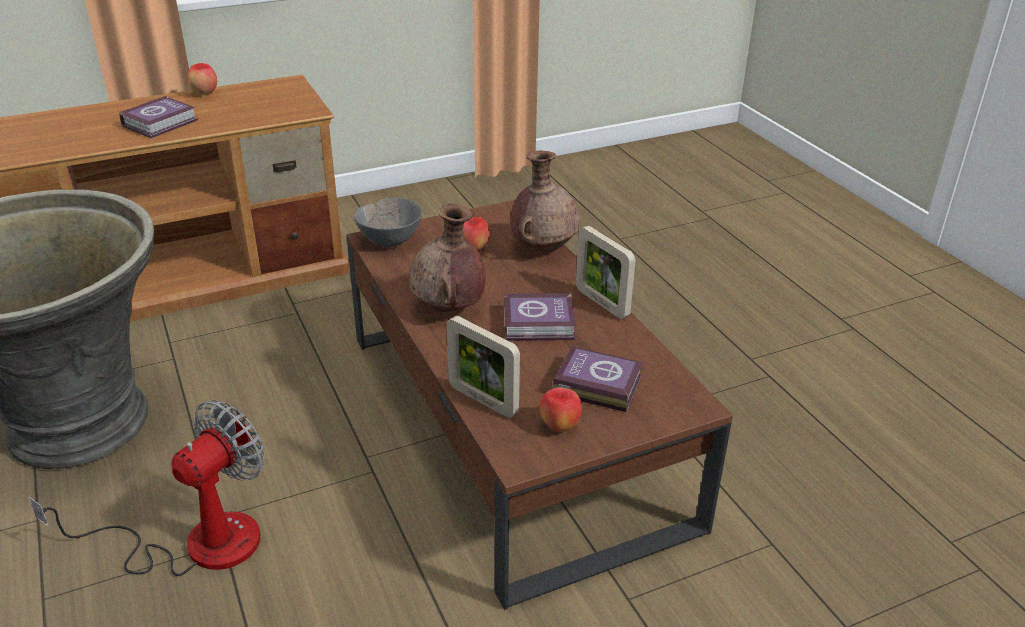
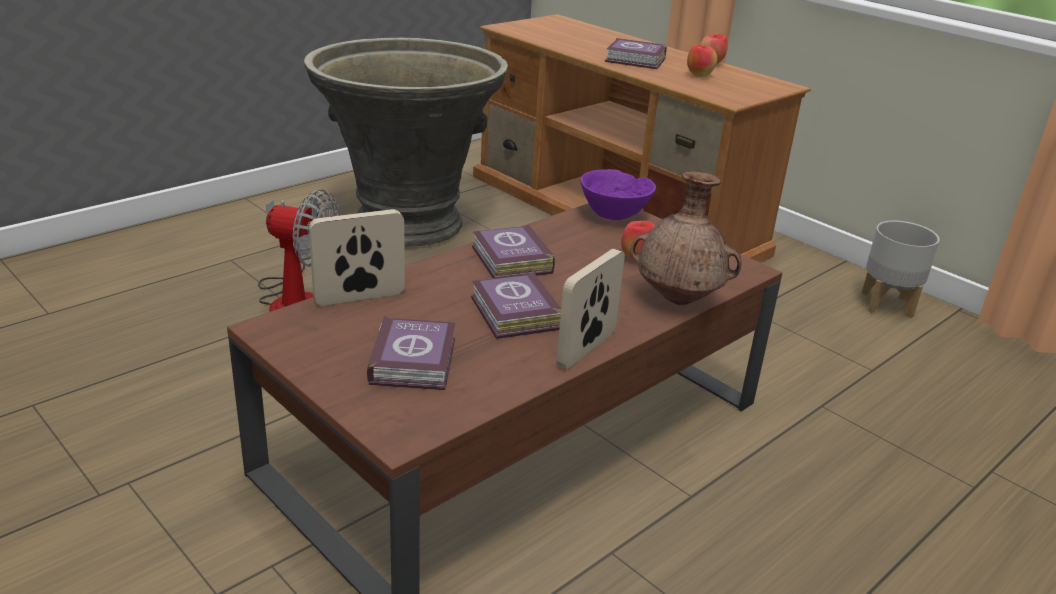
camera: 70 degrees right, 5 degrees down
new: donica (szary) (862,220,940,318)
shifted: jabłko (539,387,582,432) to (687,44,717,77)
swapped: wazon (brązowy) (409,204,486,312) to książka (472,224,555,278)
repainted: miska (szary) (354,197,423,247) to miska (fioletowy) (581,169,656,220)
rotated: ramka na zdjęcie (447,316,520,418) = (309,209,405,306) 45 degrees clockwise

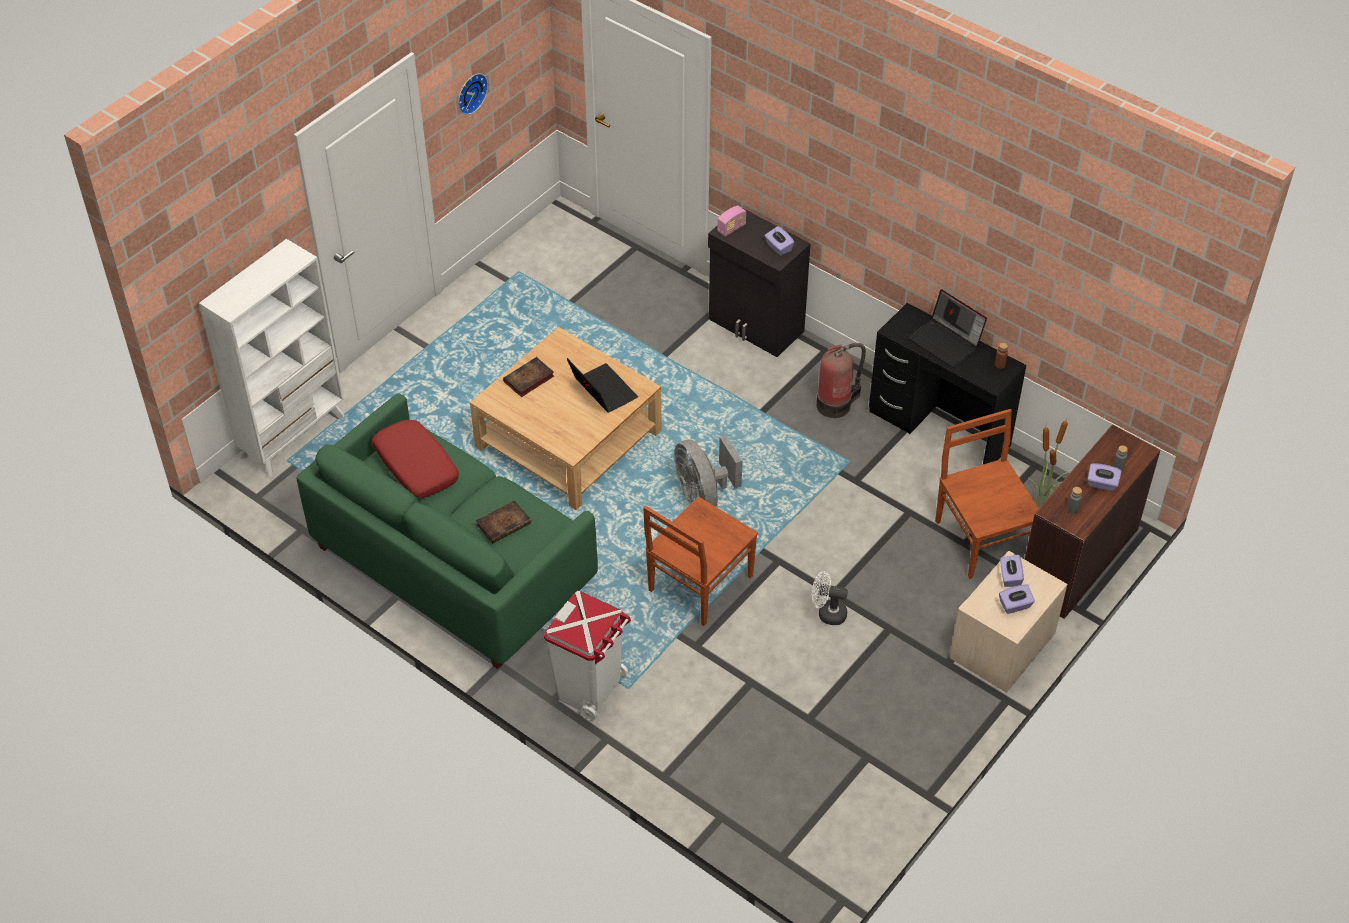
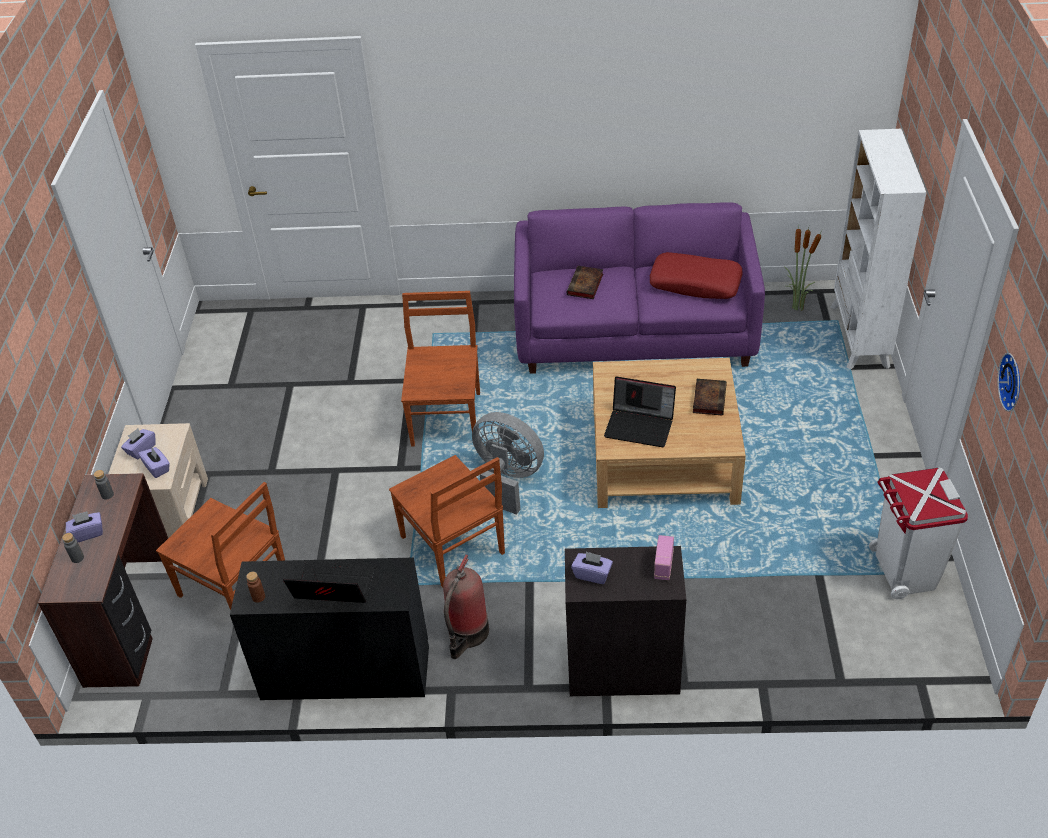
camera: 145 degrees right, 5 degrees down
gone: wentylator (biały) (812,571,848,625)
new: krzesło (brązowy) (389,455,505,587)
shifted: roślina doniczkowa (1028,416,1070,507) to (784,227,821,311); kosz na śmieci (biały) (544,591,631,720) to (869,468,968,599)
repainted: kanapa (zielony) (297,394,598,669) to kanapa (fioletowy) (514,202,765,374)

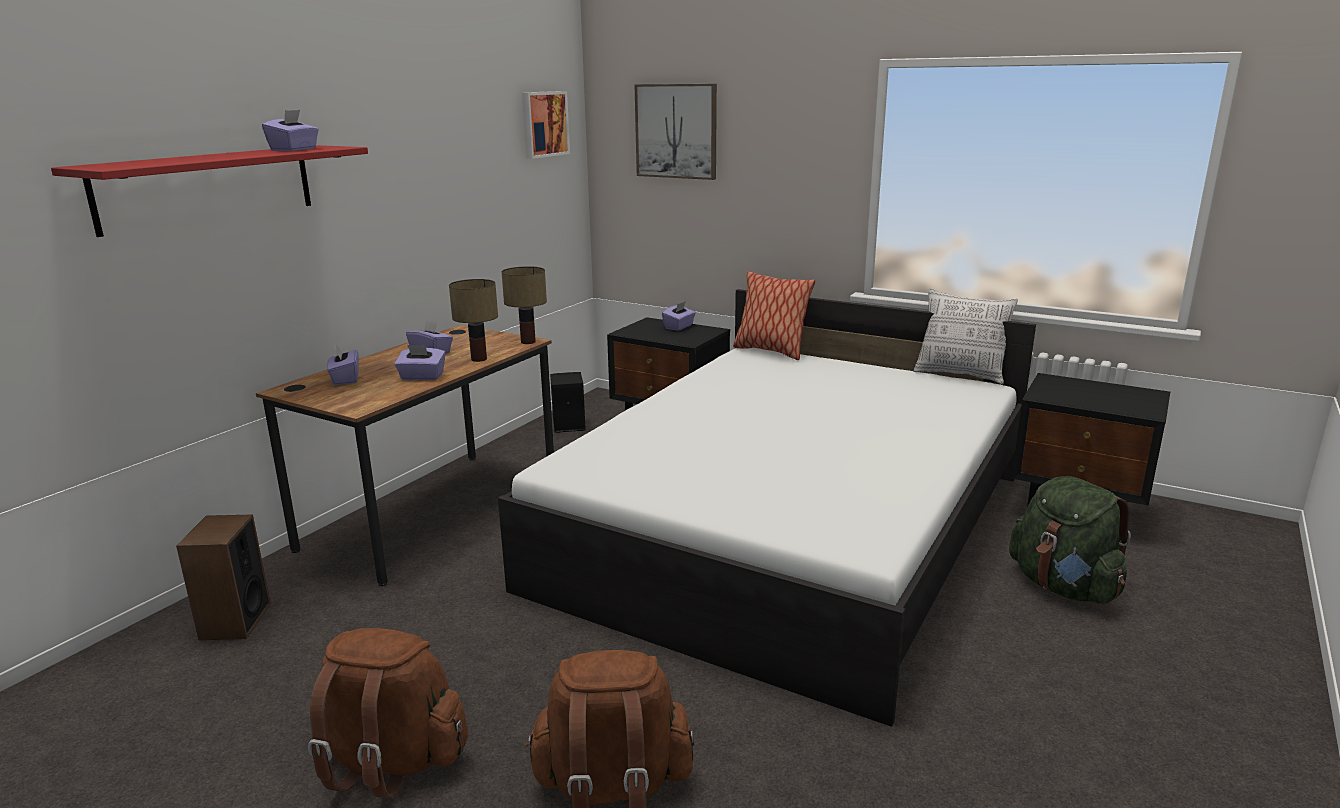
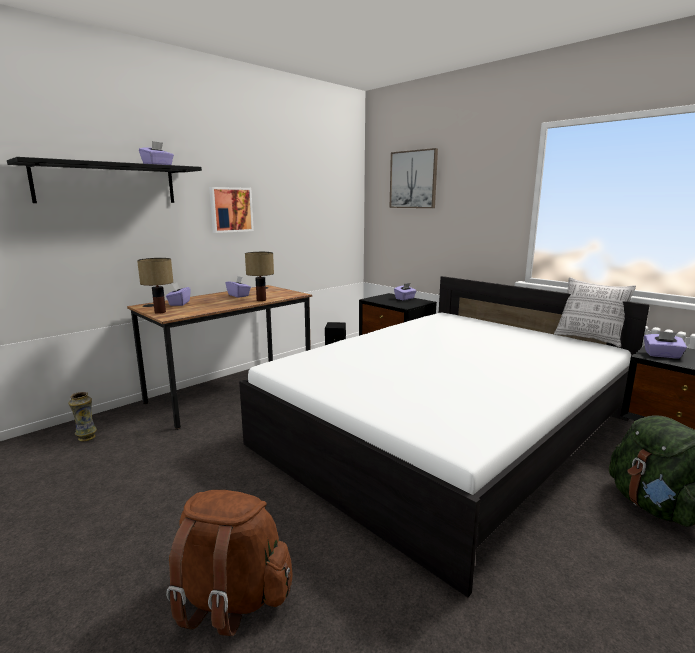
camera: 15 degrees right, 5 degrees down
gone: poduszka (733,271,815,360); plecak (brązowy) (308,628,468,798)
shifted: obraz (522,91,570,159) to (209,187,254,233); lampa stołowa (502,266,547,344) to (137,258,173,314); pudełko chusteczek (fioletowy) (394,345,446,380) to (644,331,687,359)
swapped: głośnik (176,514,271,640) to wazon (68,392,97,441)
repainted: półka (czerwony) (51,145,368,237) to półka (czarny) (7,157,202,203)

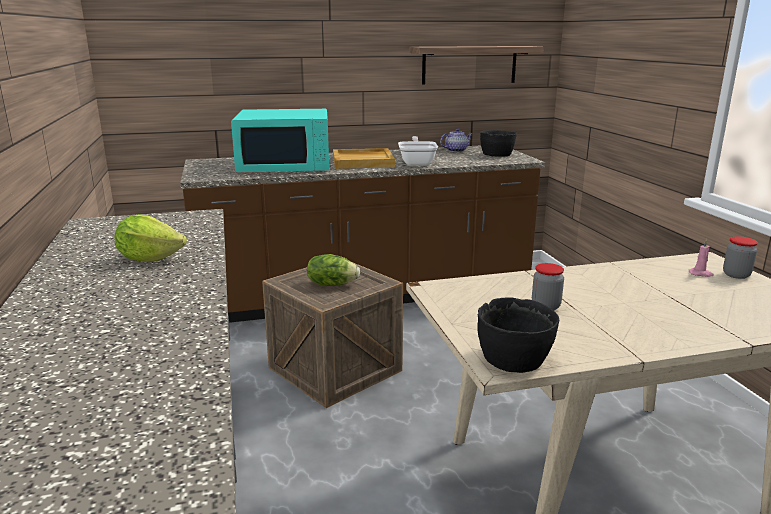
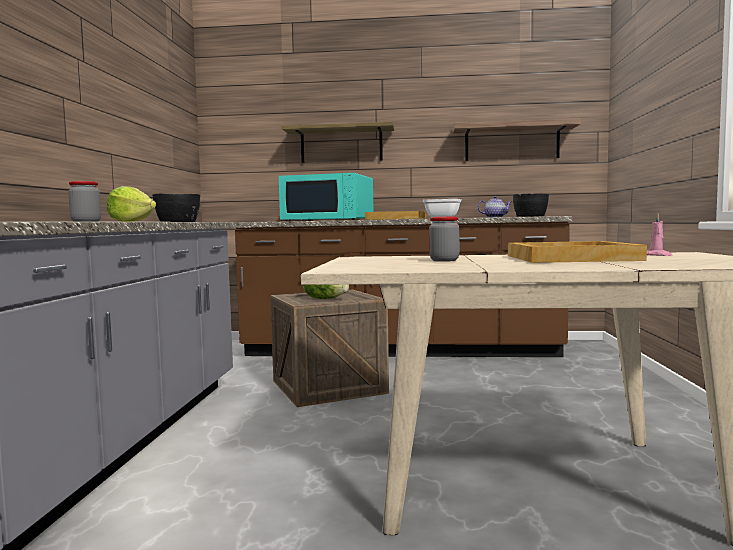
camera: 20 degrees right, 15 degrees down
new: półka (282,122,394,163); taca (beżowy) (508,241,647,263)
shifted: słoik (723,236,758,279) to (68,181,101,222); miska (czarny) (477,297,559,373) to (152,193,200,222)

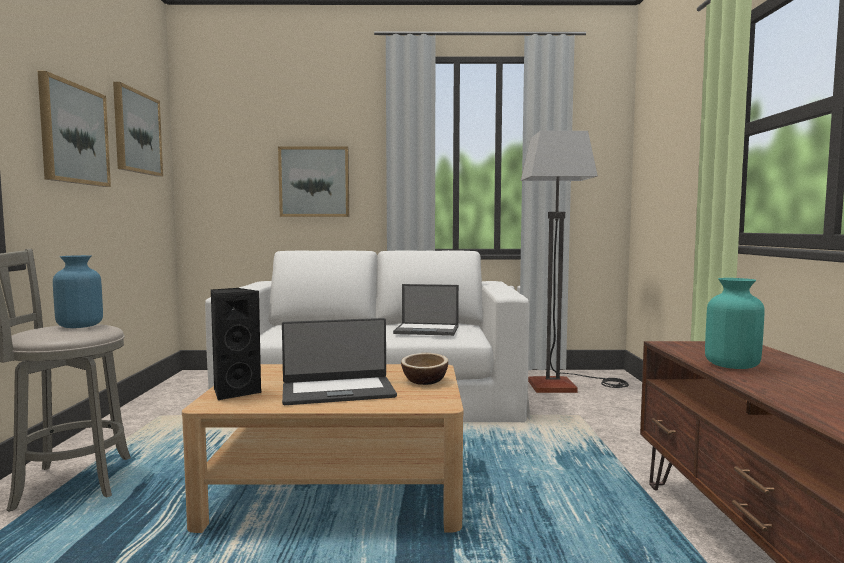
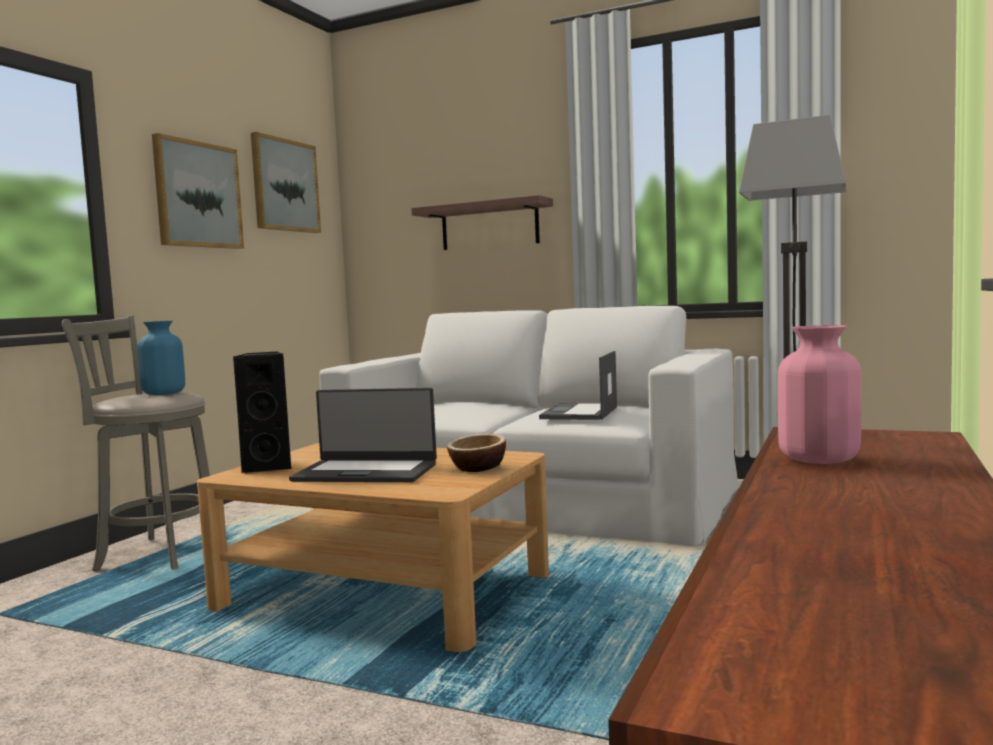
camera: 25 degrees right, 0 degrees up
swapped: obraz (278,147,349,217) to półka (411,195,553,250)
repainted: wazon (turkusowy) (705,278,765,369) to wazon (różowy) (778,325,862,464)
rotated: laptop (393,284,459,336) = (539,351,617,420) 75 degrees clockwise

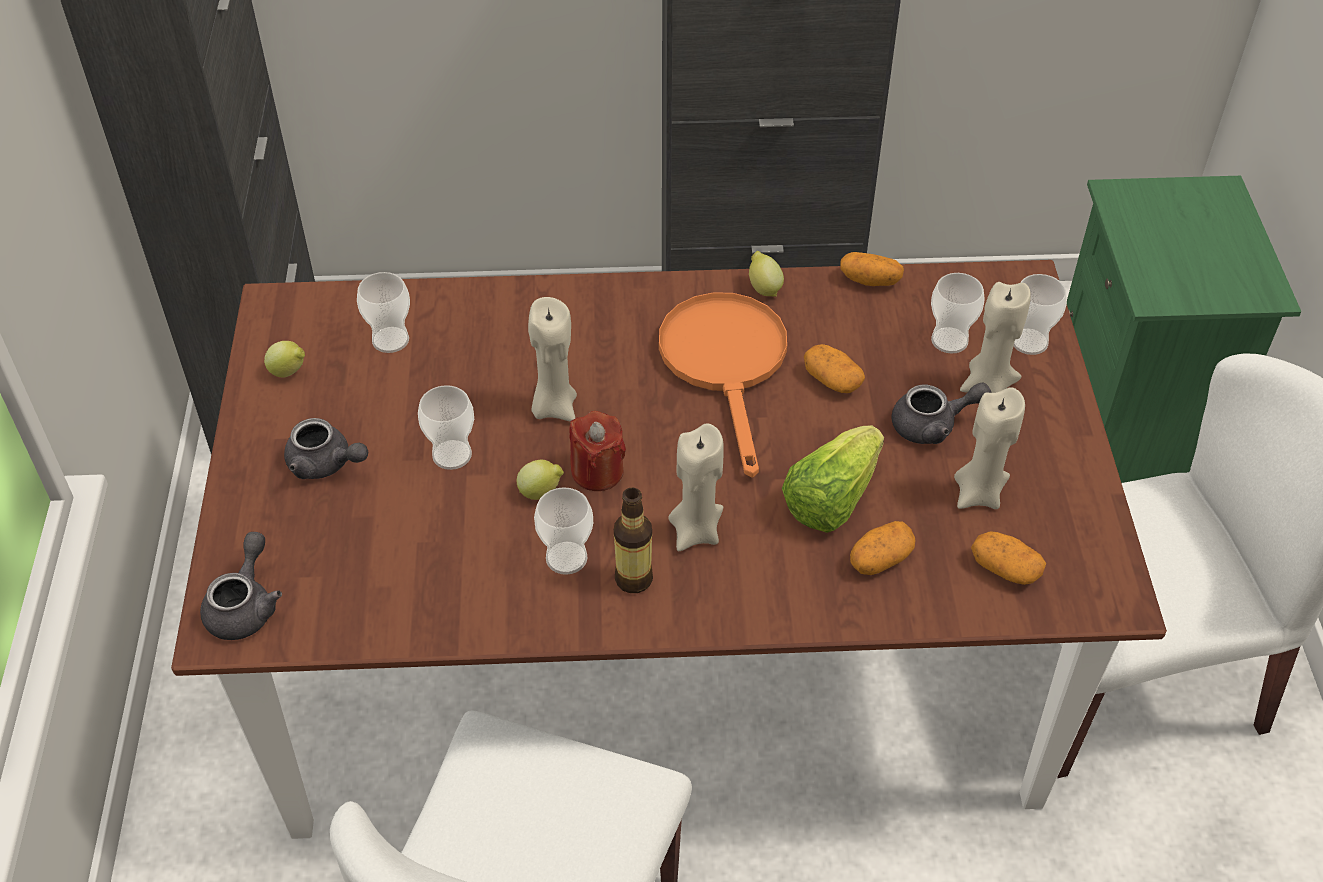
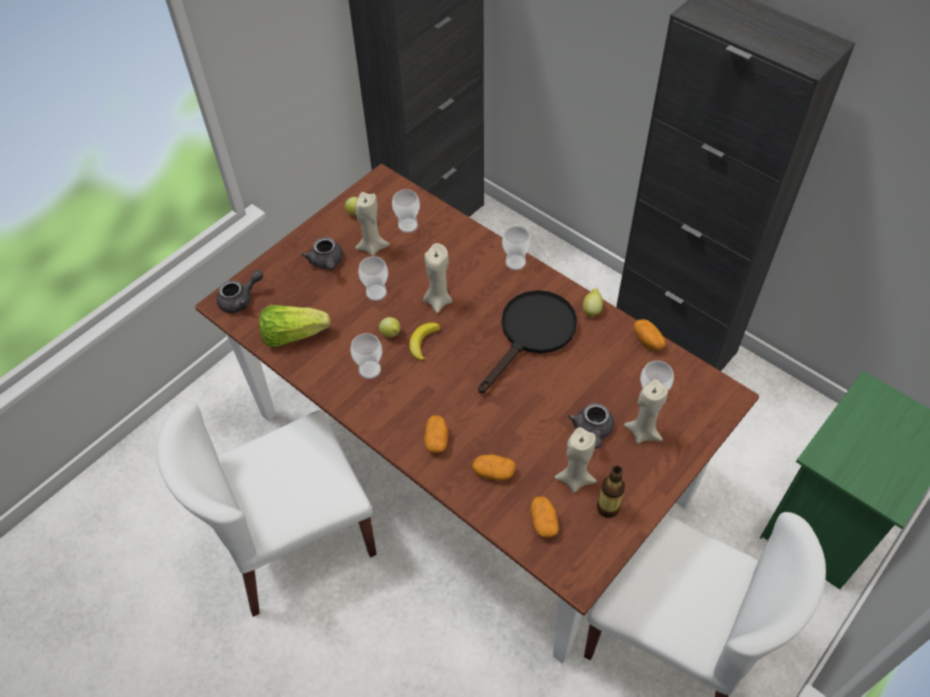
camera: 45 degrees right, 5 degrees up
shifted: filiżanka (1014,274,1067,355) to (502,226,531,270); ziemniak (804,344,865,393) to (424,415,448,453); świeca (beżowy) (668,423,724,551) to (355,192,390,256); sałata (782,426,884,533) to (259,305,330,347); butelka (614,487,653,593) to (597,466,625,518)
swapped: świeca (czerwony) (569,411,626,491) to banan (409,323,440,361)
repainted: patelnia (pomarańczowy) (659,292,787,478) to patelnia (czarny) (478,290,577,393)
rotated: imbryk (szary) (892,382,991,444) = (568,403,614,449) 60 degrees clockwise

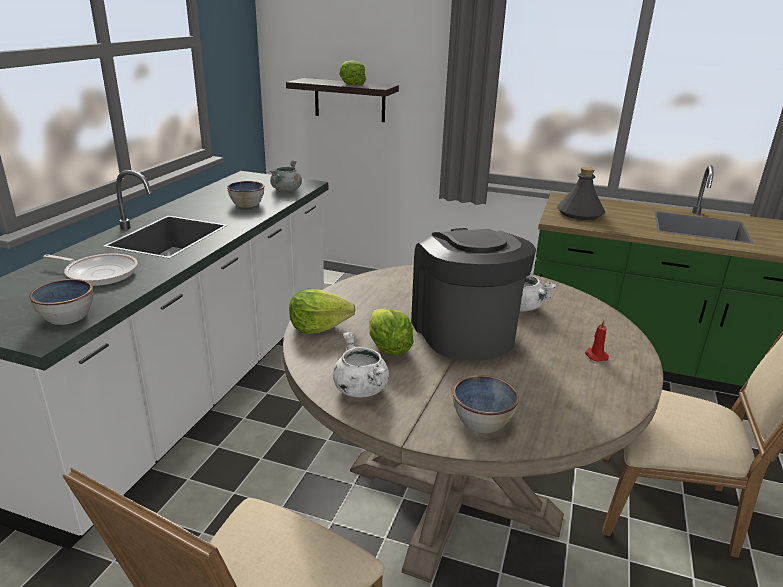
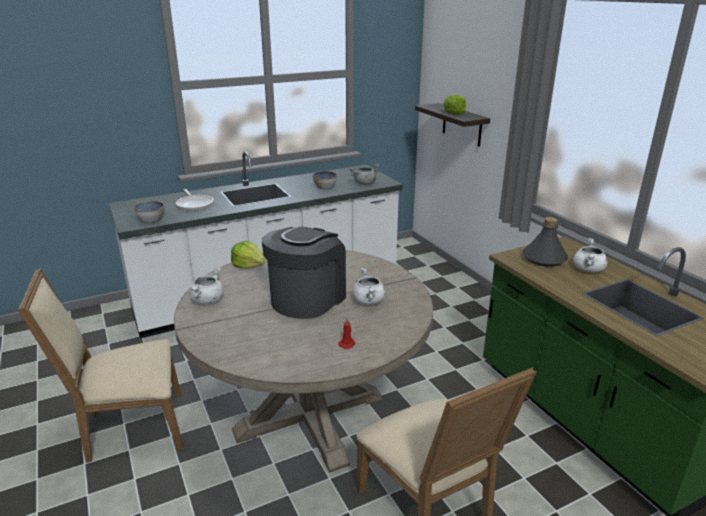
camera: 45 degrees right, 0 degrees up
gone: sałata (369,308,414,355); miska (453,375,519,433)
new: garnek (biały) (574,238,608,272)

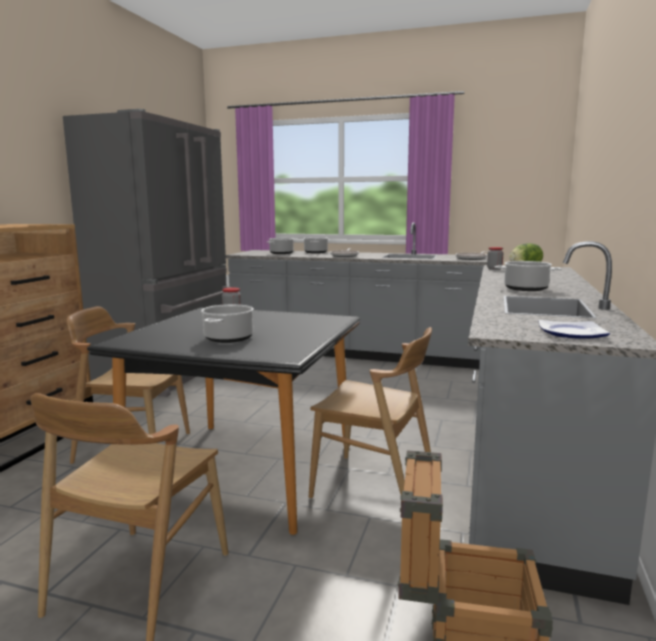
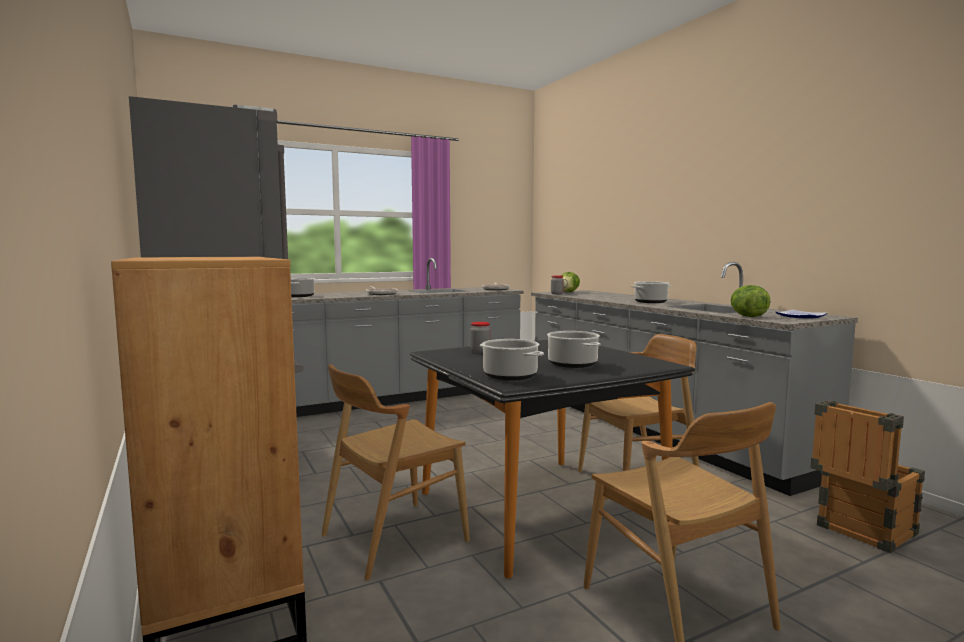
camera: 45 degrees left, 5 degrees down
new: sałata (731,285,770,317)
shifted: garnek (303,237,328,253) to (480,339,544,380)

